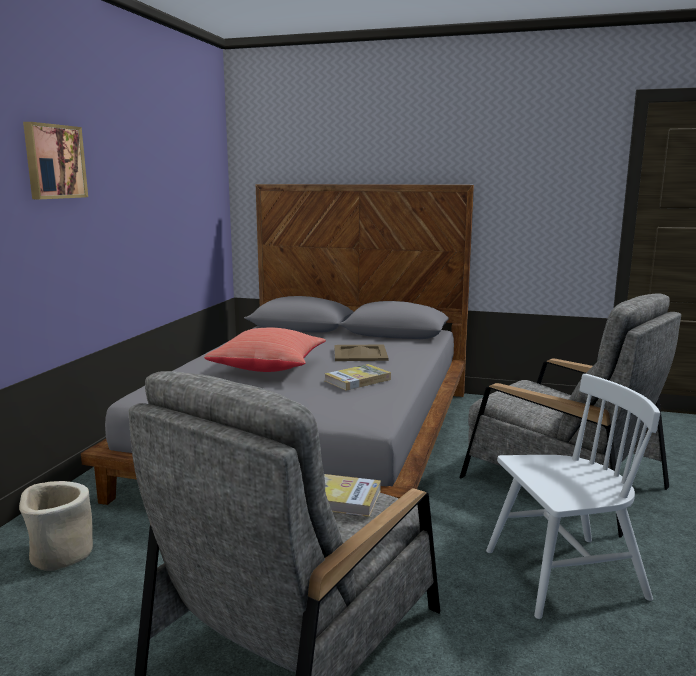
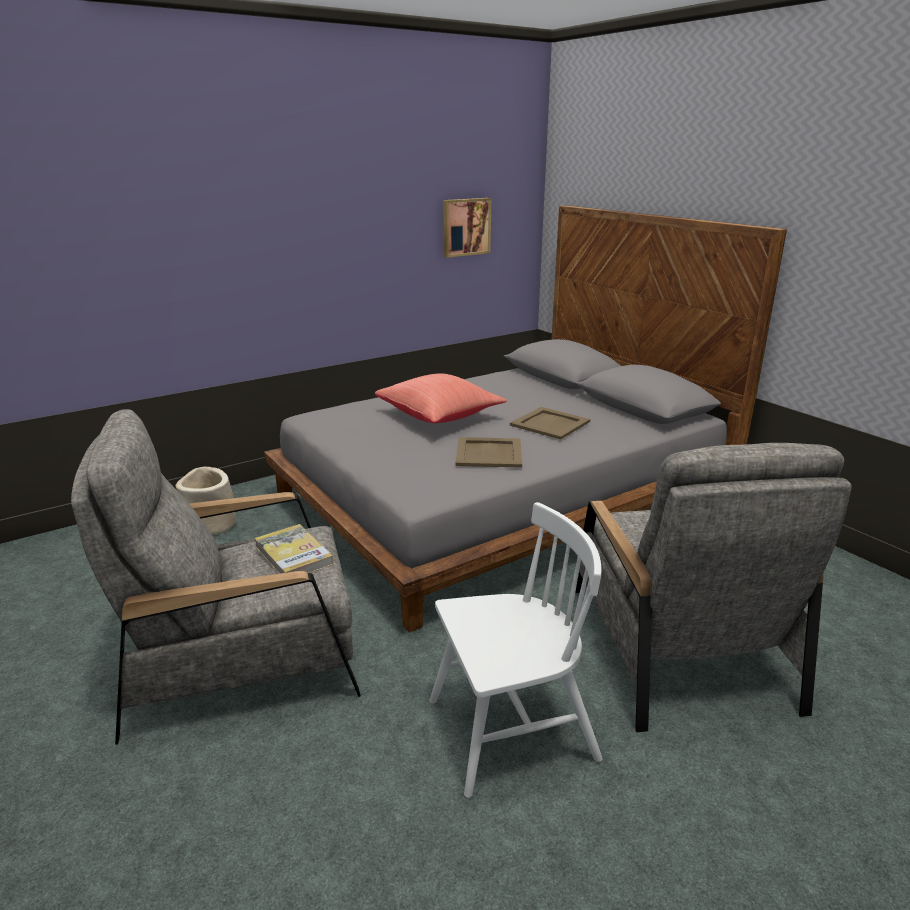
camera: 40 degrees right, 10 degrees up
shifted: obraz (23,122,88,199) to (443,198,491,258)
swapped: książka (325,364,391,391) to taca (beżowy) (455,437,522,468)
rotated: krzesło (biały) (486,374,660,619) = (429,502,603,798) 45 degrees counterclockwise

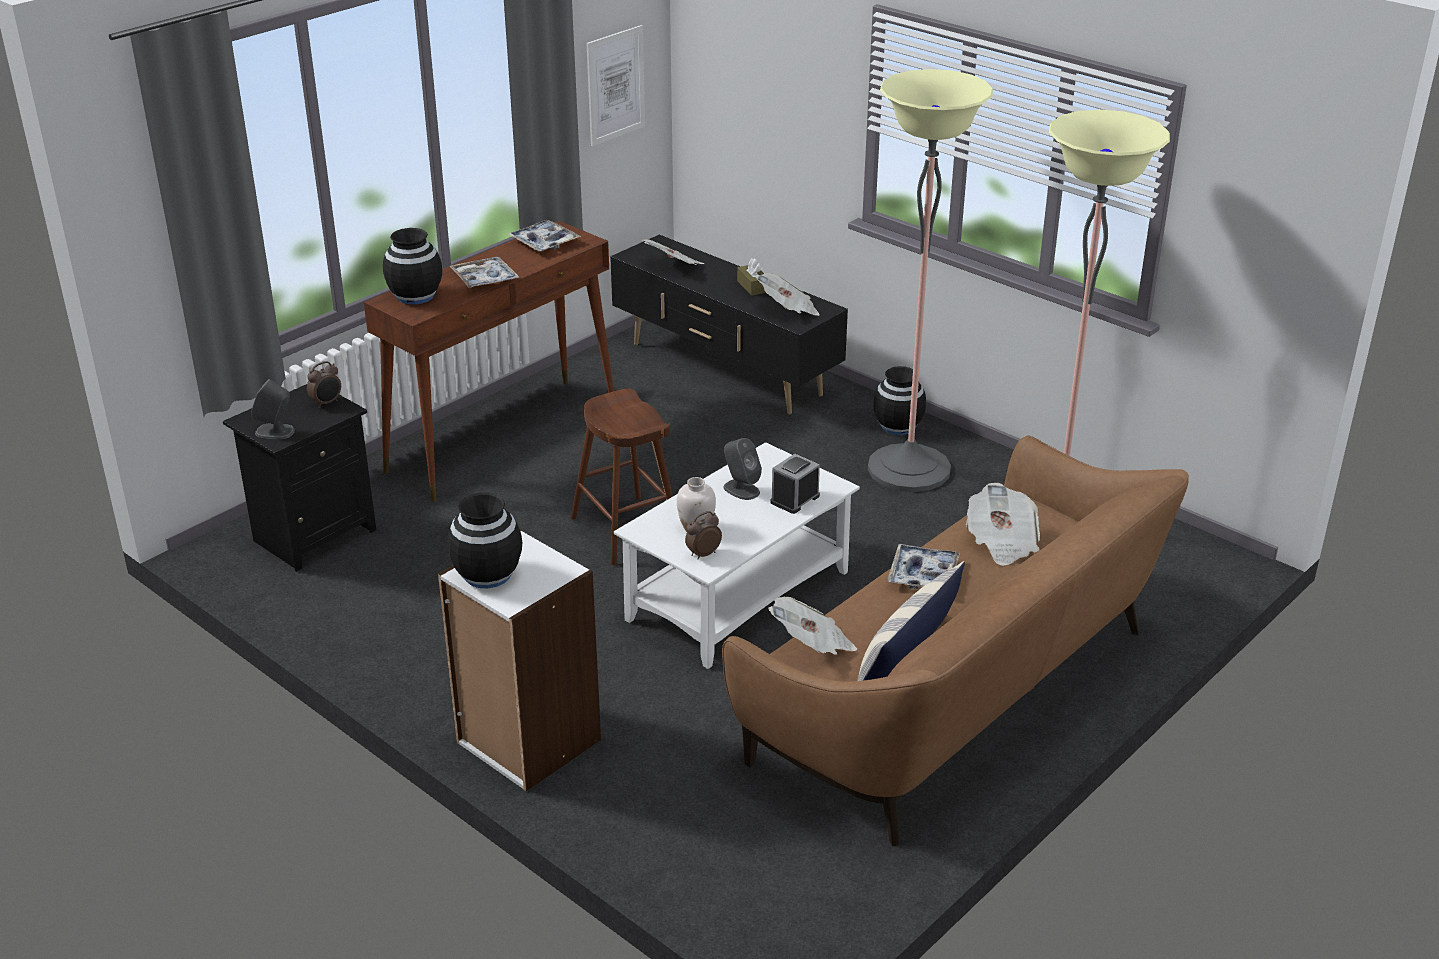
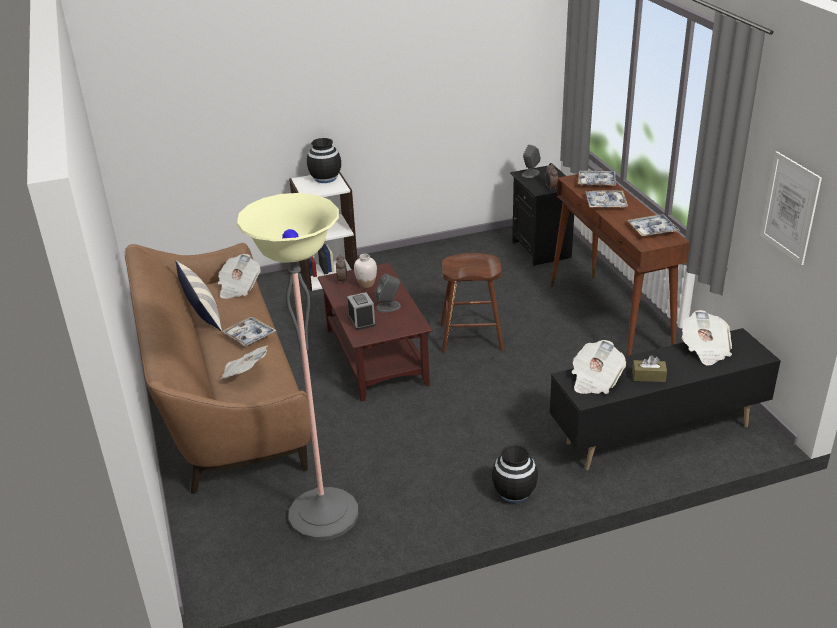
camera: 120 degrees right, 0 degrees up
gone: lampa stojąca (868,69,993,492)
swapped: wazon (czarny) (383,228,442,304) to taca (578,171,616,187)
repainted: ława (biały) (614,442,860,669) to ława (brązowy) (318,263,432,401)

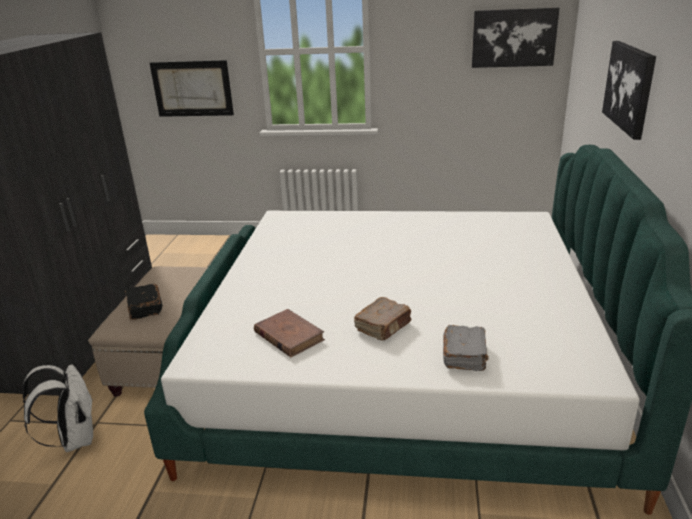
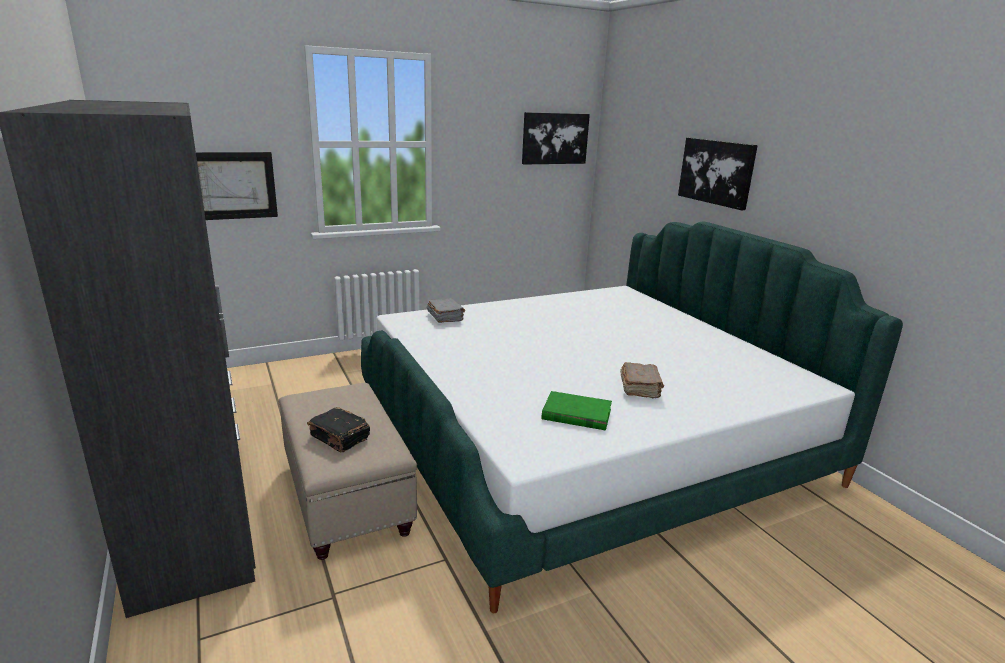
camera: 35 degrees left, 5 degrees down
gone: plecak (biały) (23,364,93,452)
shifted: książka (szary) (443,325,489,371) to (427,298,465,323)
repainted: książka (brązowy) (254,309,325,357) to książka (zielony) (542,391,612,431)

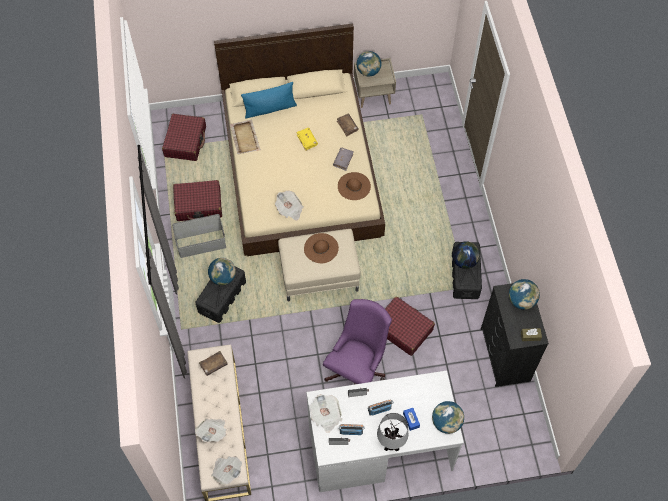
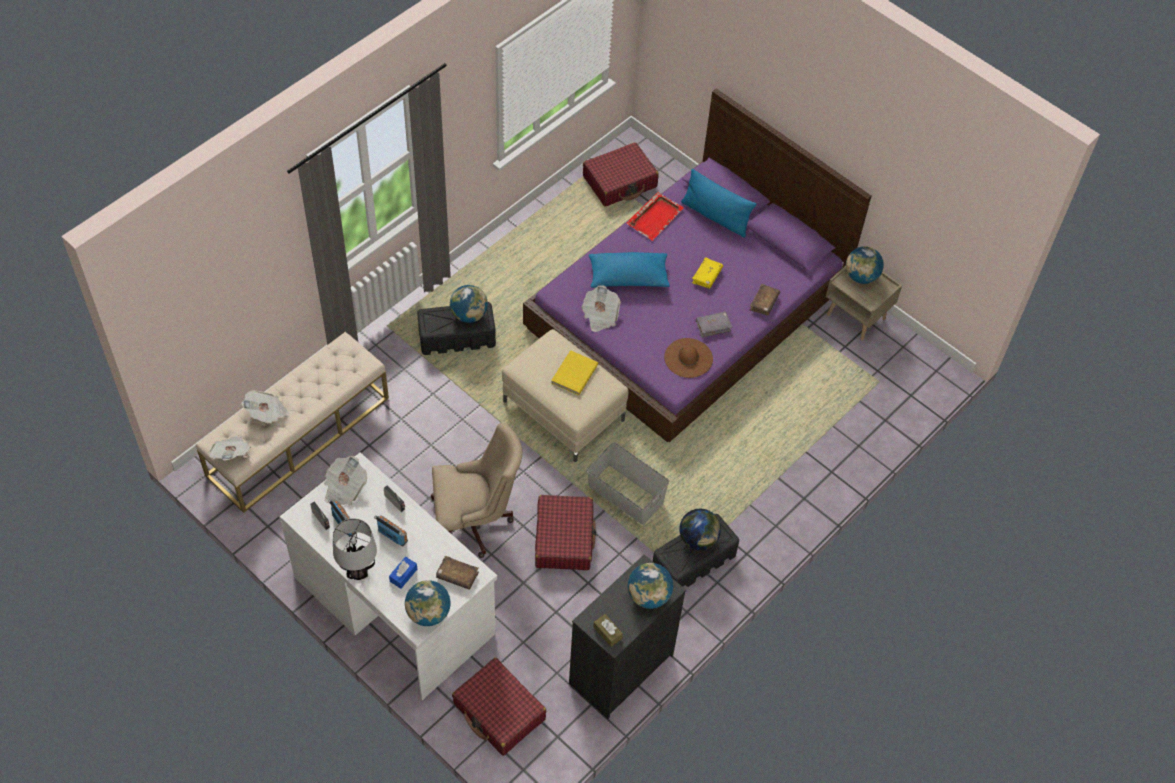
camera: 50 degrees right, 5 degrees down
new: poduszka (niebieski) (589,252,670,288)
shifted: walizka (czerwony) (173,180,222,221) to (452,658,546,756); pojemnik do przechowywania (szary) (172,214,226,258) to (587,442,669,525); książka (brązowy) (199,351,228,376) to (436,556,479,590)
swapped: kapelusz (brązowy) (304,233,339,263) to książka (żółty) (551,350,598,395)
repainted: łóżko (beżowy) (214,24,385,256) to łóżko (fioletowy) (523,89,871,442); taca (beżowy) (229,120,261,154) to taca (czerwony) (626,192,684,241); krzesło biurowe (fioletowy) (323,299,392,385) to krzesło biurowe (beżowy) (431,423,522,558)

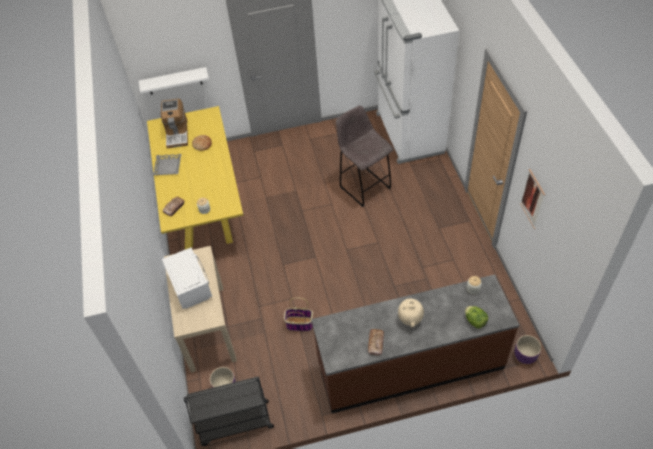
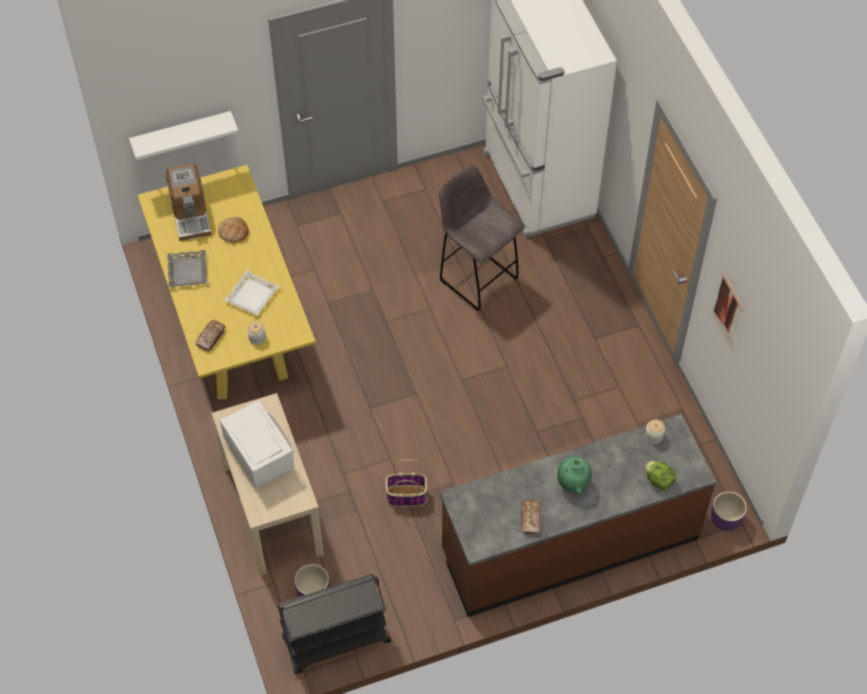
camera: 10 degrees left, 5 degrees up
new: taca (biały) (224,270,280,316)
repainted: wazon (beżowy) (398,298,424,328) to wazon (zielony) (557,456,592,495)

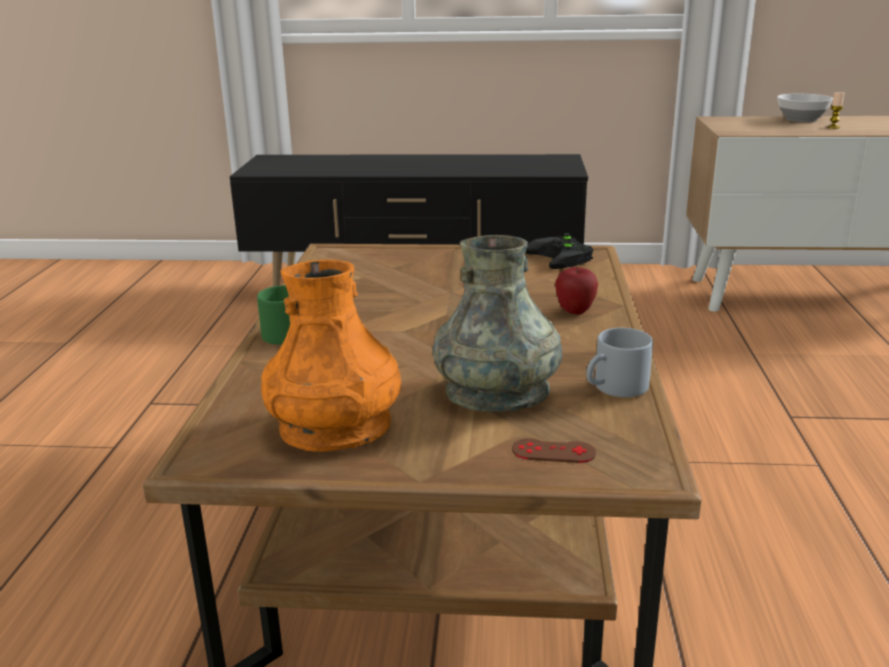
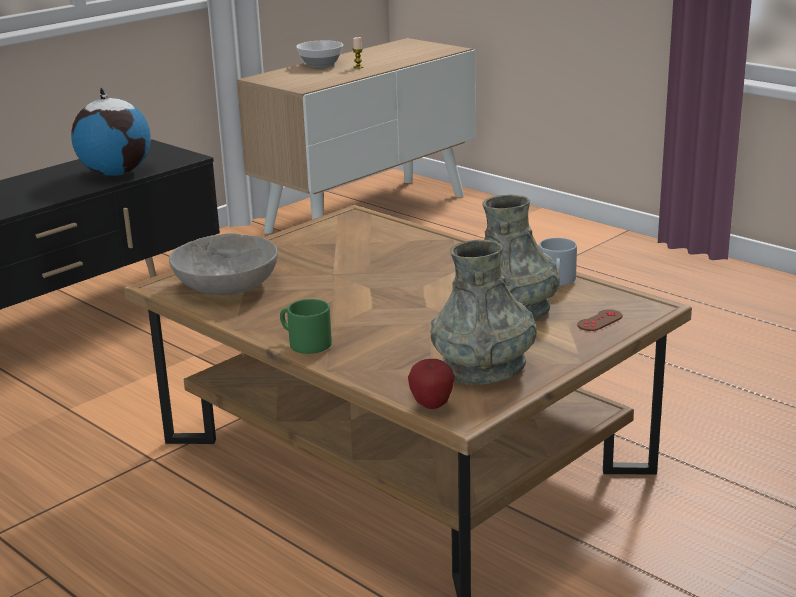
camera: 50 degrees left, 0 degrees up
gone: pad do gier (czarny) (525,233,593,269)
new: globus (71,88,151,176); miska (szary) (169,233,278,295)
shifted: jabłko (555,267,598,314) to (408,359,455,409)
repainted: wazon (pomarańczowy) (261,259,401,452) to wazon (szary) (430,240,537,385)

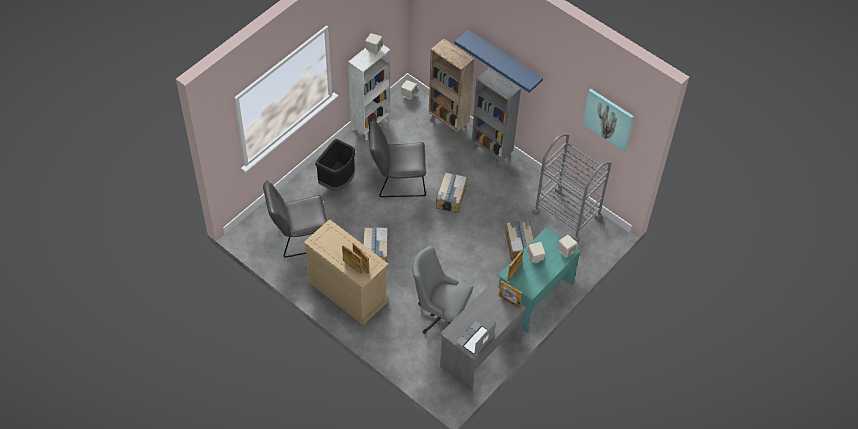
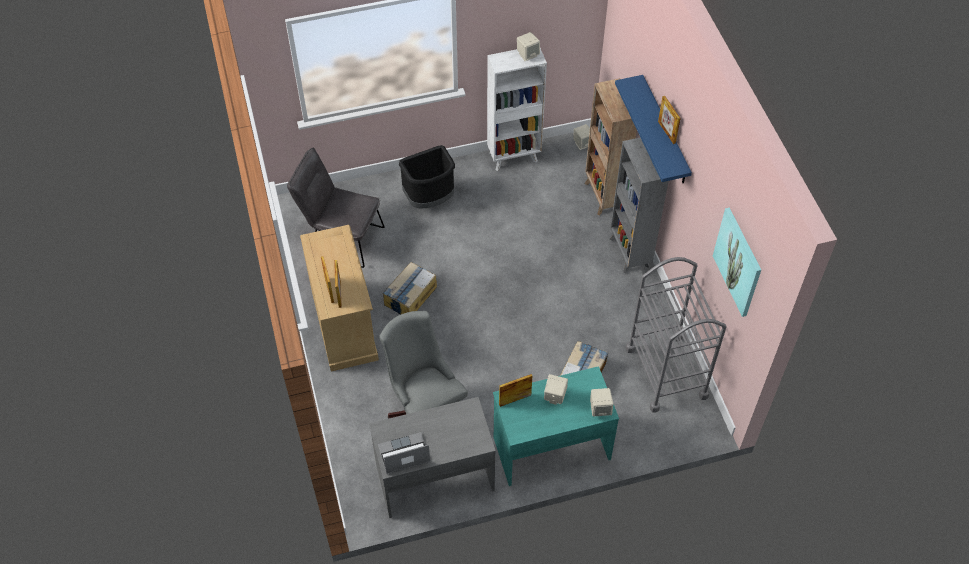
camera: 35 degrees right, 0 degrees up
gone: krzesło (szary) (369,119,427,198); karton (436,173,467,213)
shifted: ramka na zdjęcie (499,281,522,308) to (658,96,681,144)

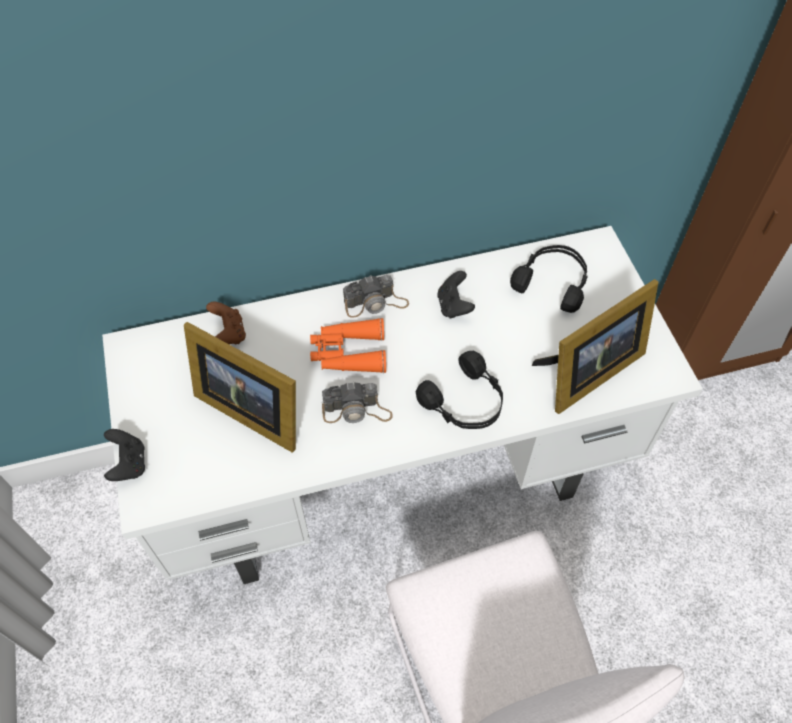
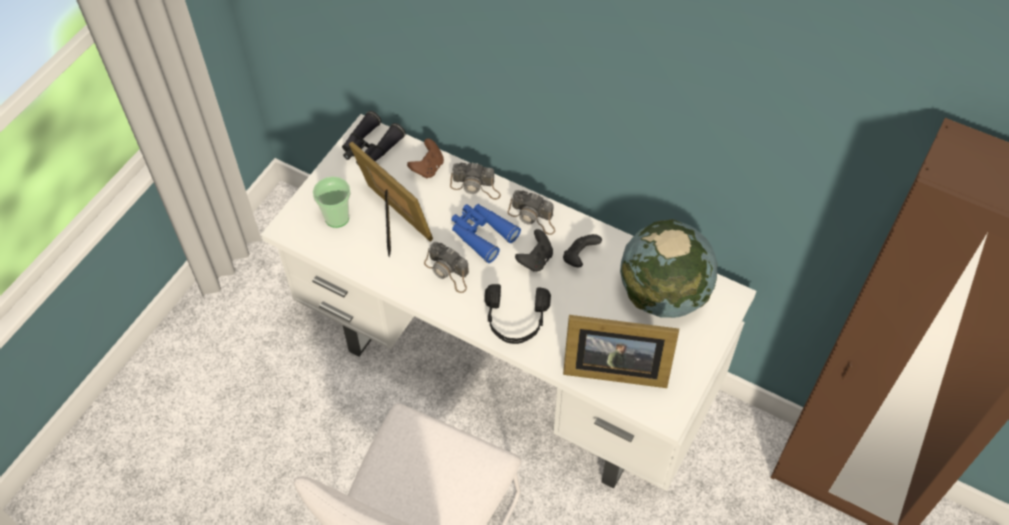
camera: 45 degrees right, 0 degrees up
new: lornetka (czarny) (342,111,406,166); aparat fotograficzny (450,162,501,200); filiżanka (313,176,351,228)
shifted: pad do gier (czarny) (104,429,145,481) to (515,229,553,272)
swapped: słuchawki (czarny) (510,245,588,313) to globus (620,219,717,318)
repainted: lornetka (pomarańczowy) (310,318,386,373) to lornetka (niebieski) (451,204,521,263)
rotated: ramka na zdjęcie (184,322,296,452) = (349,142,433,257) 150 degrees clockwise

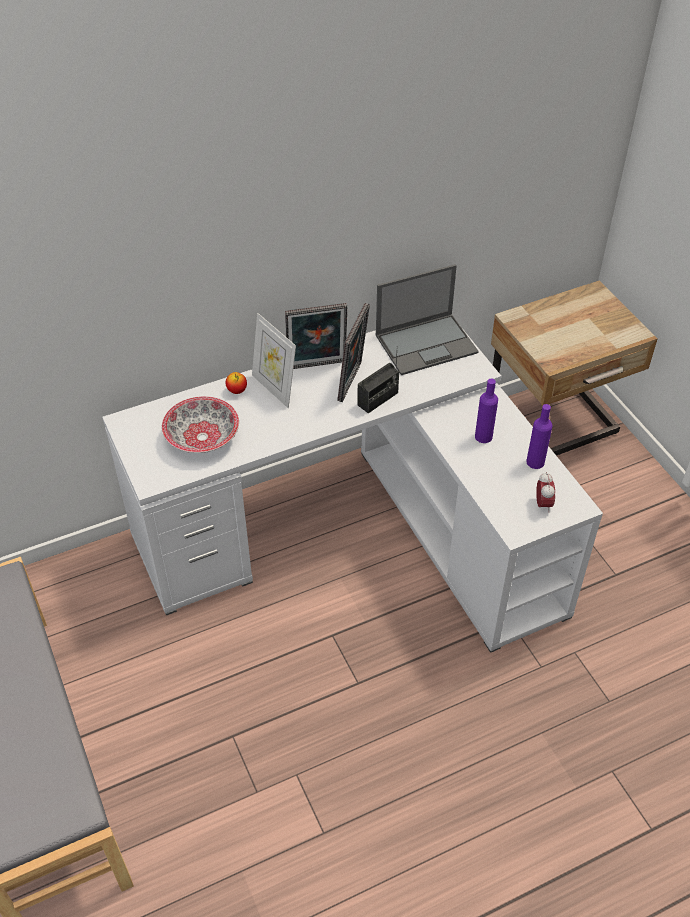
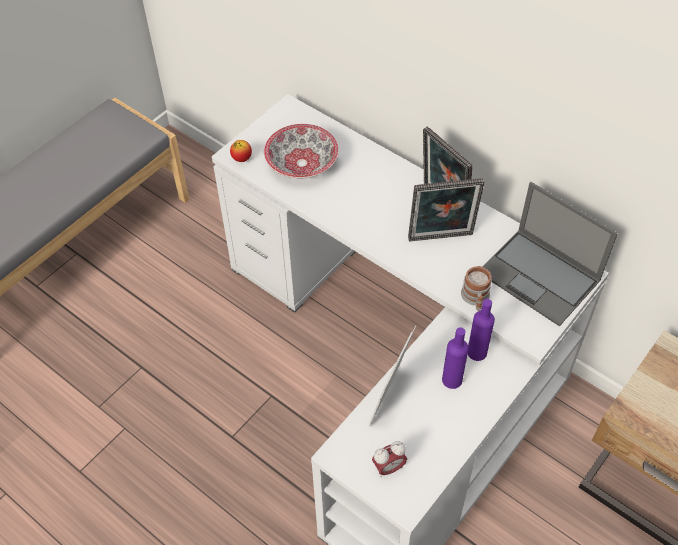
camera: 65 degrees right, 5 degrees up
gone: radio (357,351,399,413)
new: kubek (461,266,492,311)
shifted: ramka na zdjęcie (252,313,296,408) to (369,325,416,427); jabłko (226,372,247,394) to (230,140,252,162); butelka (fioletowy) (527,404,552,469) to (468,299,495,361)

